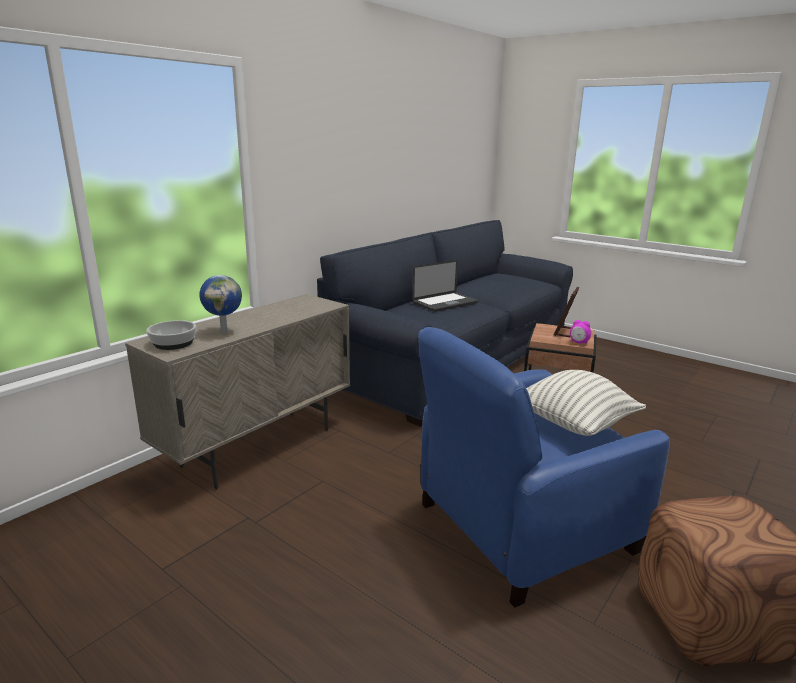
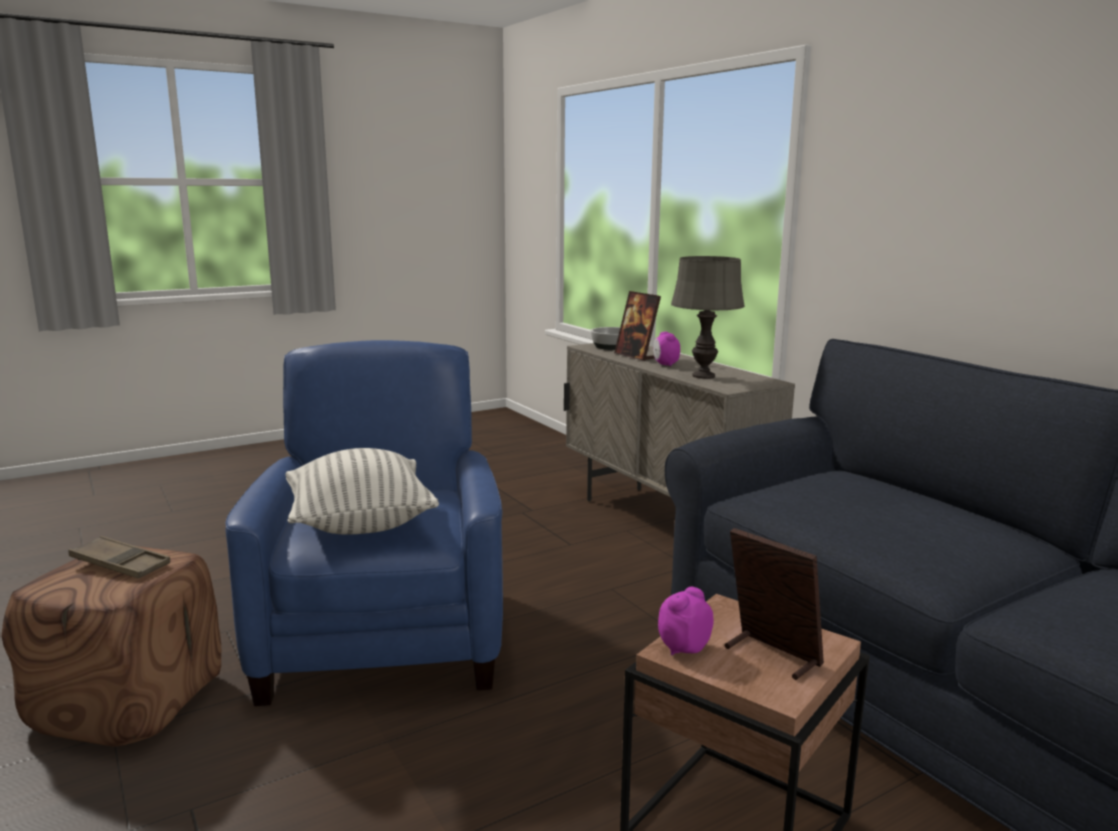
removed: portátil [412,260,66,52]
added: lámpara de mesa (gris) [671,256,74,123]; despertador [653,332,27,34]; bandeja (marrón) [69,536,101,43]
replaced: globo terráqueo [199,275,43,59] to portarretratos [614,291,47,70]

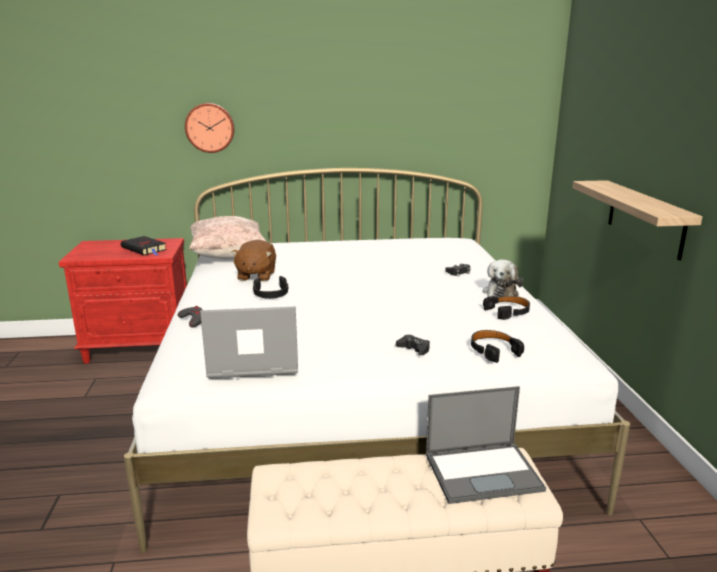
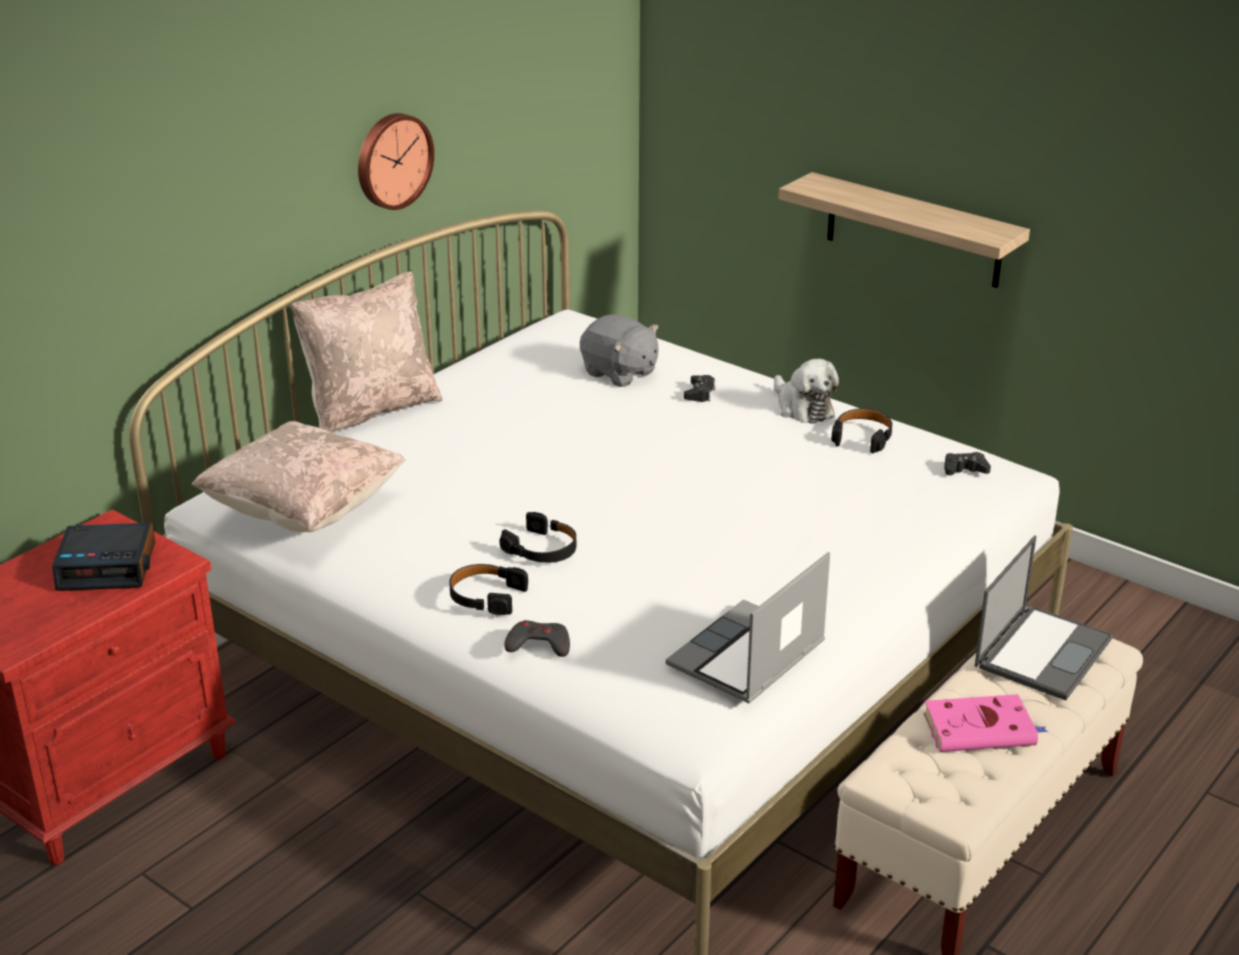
removed: peluche (marrón) [231,240,45,41]
added: cojín (beis) [290,271,153,162]; peluche (gris) [580,314,79,73]; libro (rosa) [923,694,125,58]
moved: reloj de pared [185,103,49,50] to [358,113,76,97]; auriculares (negro) [471,330,53,33] to [449,564,79,51]; mando de consola (negro) [396,335,34,20] to [944,452,47,23]
replaced: libro (negro) [121,236,46,20] to despertador [52,523,103,68]

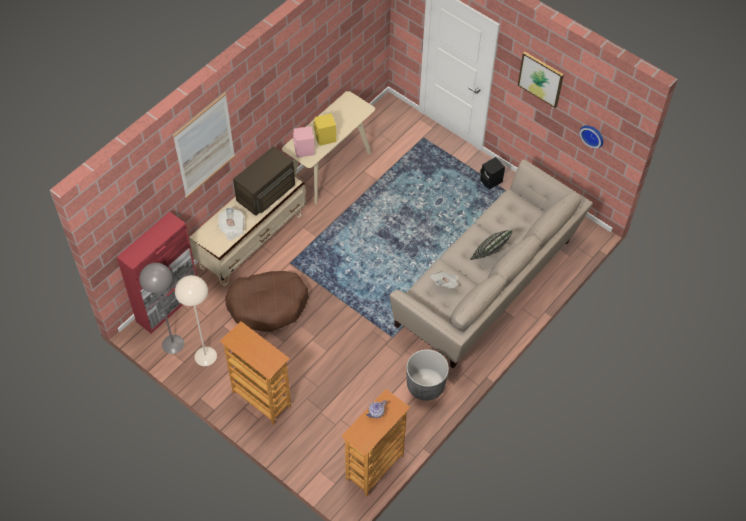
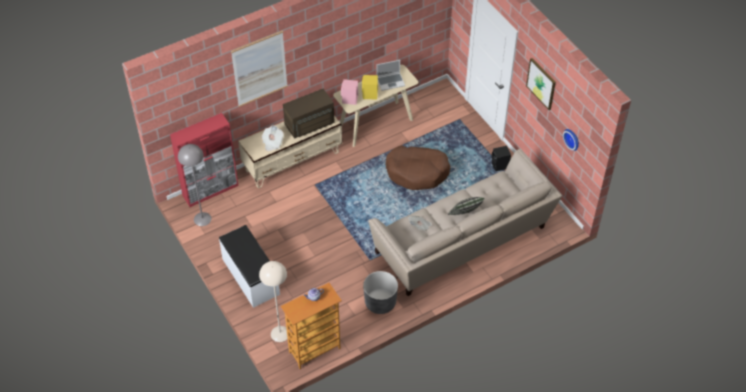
added: portátil [377,60,28,31]
moved: cama para perro (marrón) [225,271,84,61] to [385,145,66,45]; lámpara de pie (beis) [175,275,42,91] to [259,261,29,81]
replaced: estantería [220,321,71,104] to banco (blanco) [219,225,61,83]

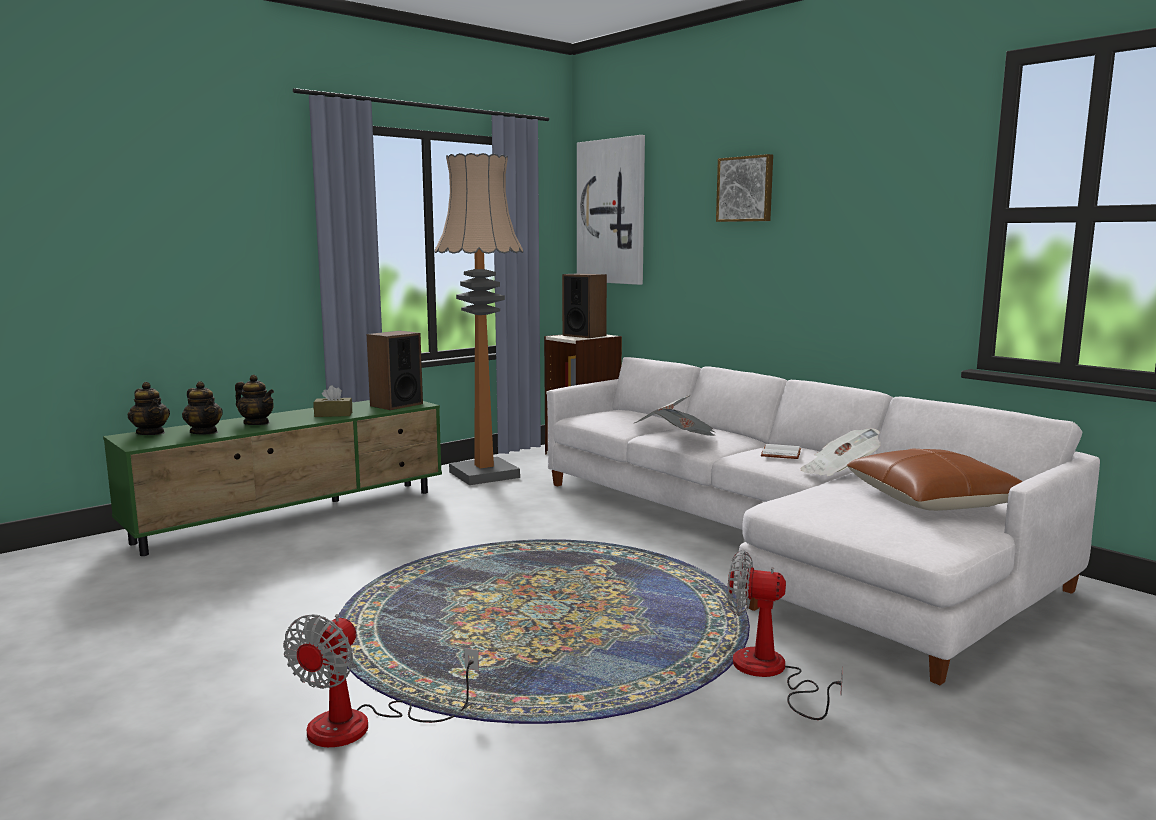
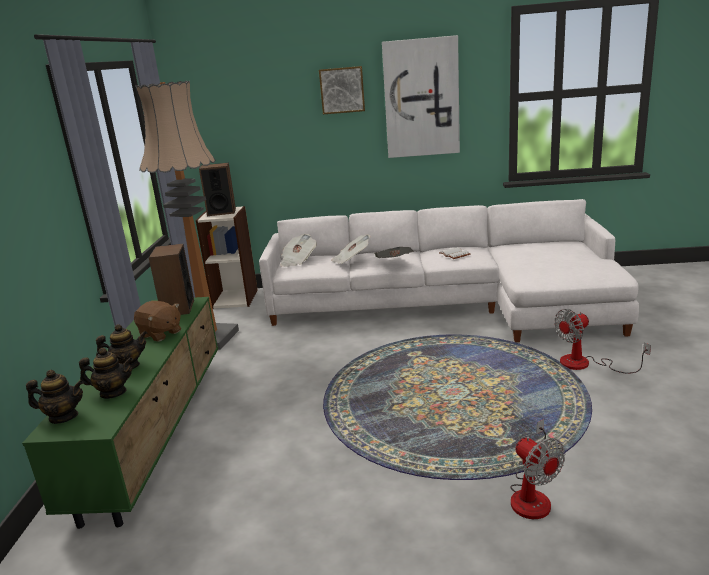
removed: cojín (marrón) [847,449,176,62]
moved: cuadro [577,135,68,150] to [382,35,78,123]; periódico [801,428,80,48] to [280,234,37,33]
replaced: caja de pañuelos (marrón) [313,385,39,32] to peluche (marrón) [134,301,47,41]

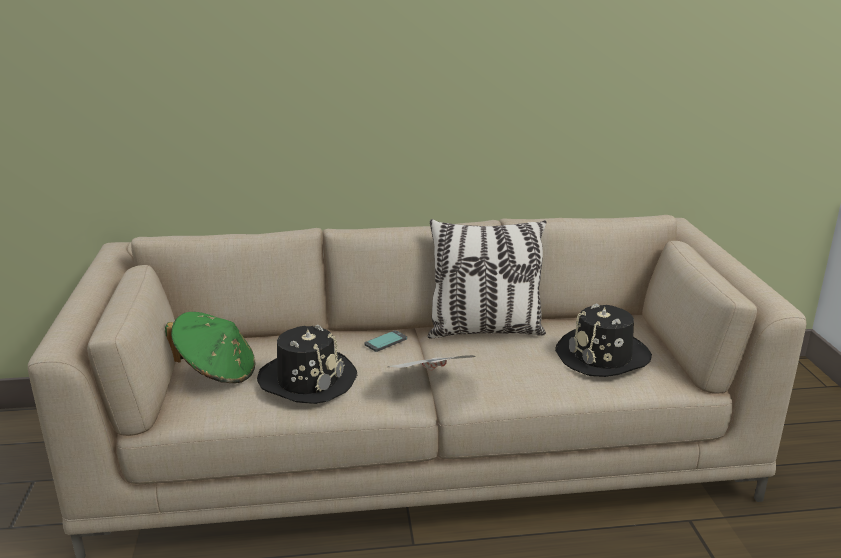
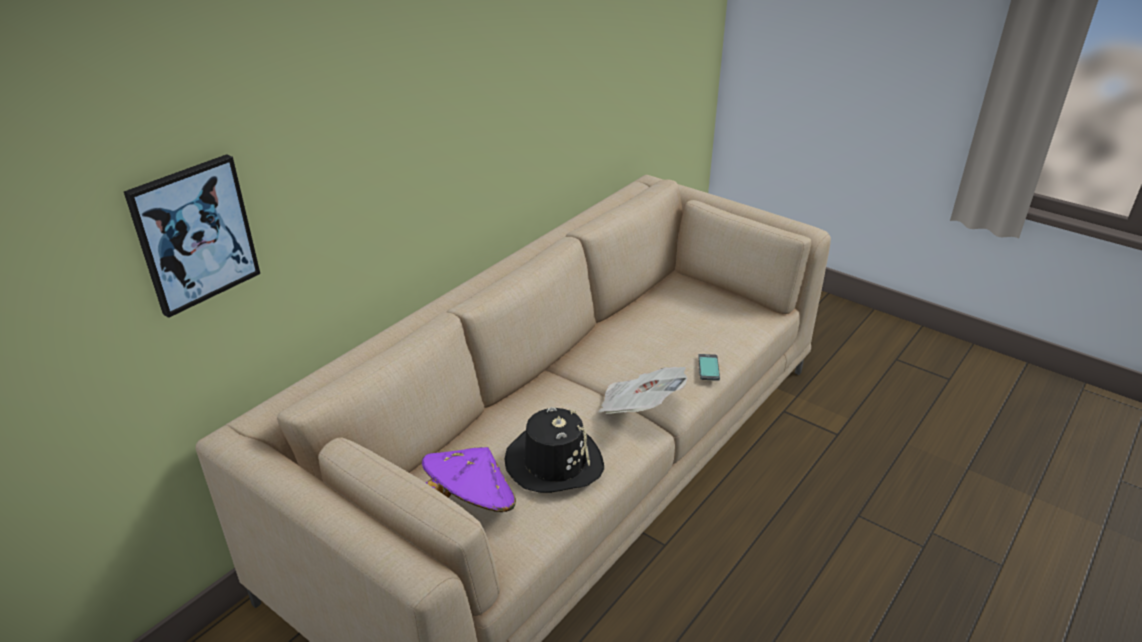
removed: cojín [427,219,119,119]; sombrero (negro) [555,303,97,74]
added: cuadro [124,154,136,164]
moved: móvil [365,330,42,22] to [698,354,22,27]
recoloured: sombrero (verde) [165,312,90,71] to sombrero (morado) [422,447,94,65]

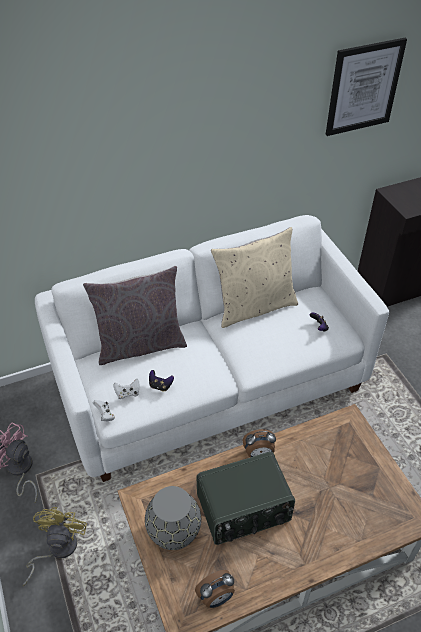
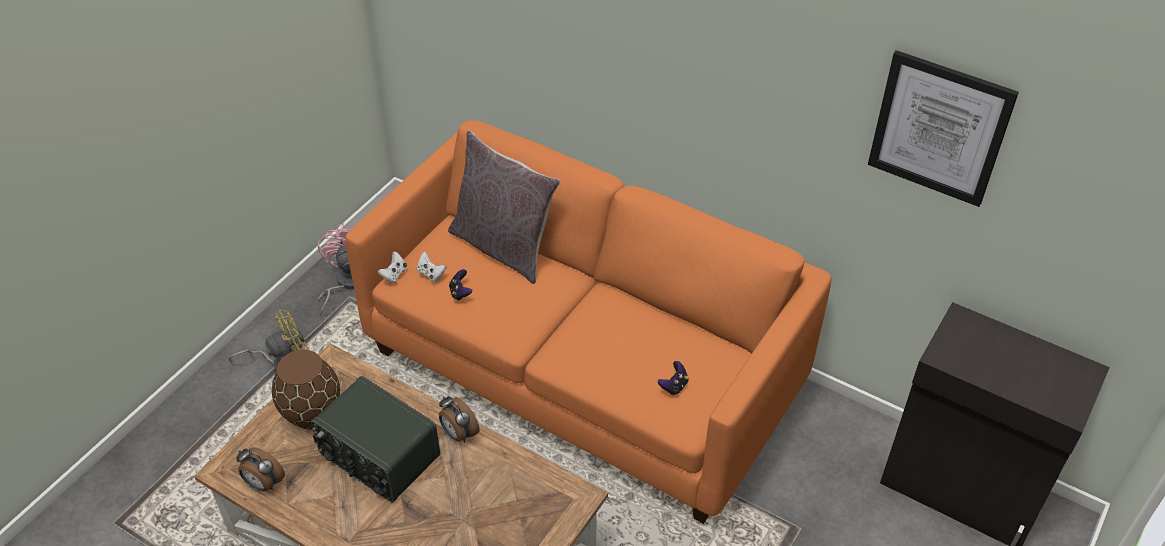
removed: cojín (beis) [211,227,87,101]
recoloured: sofá (blanco) [35,215,354,267] to sofá (naranja) [345,120,486,404]; florero (gris) [145,486,56,64] to florero (marrón) [272,349,68,80]

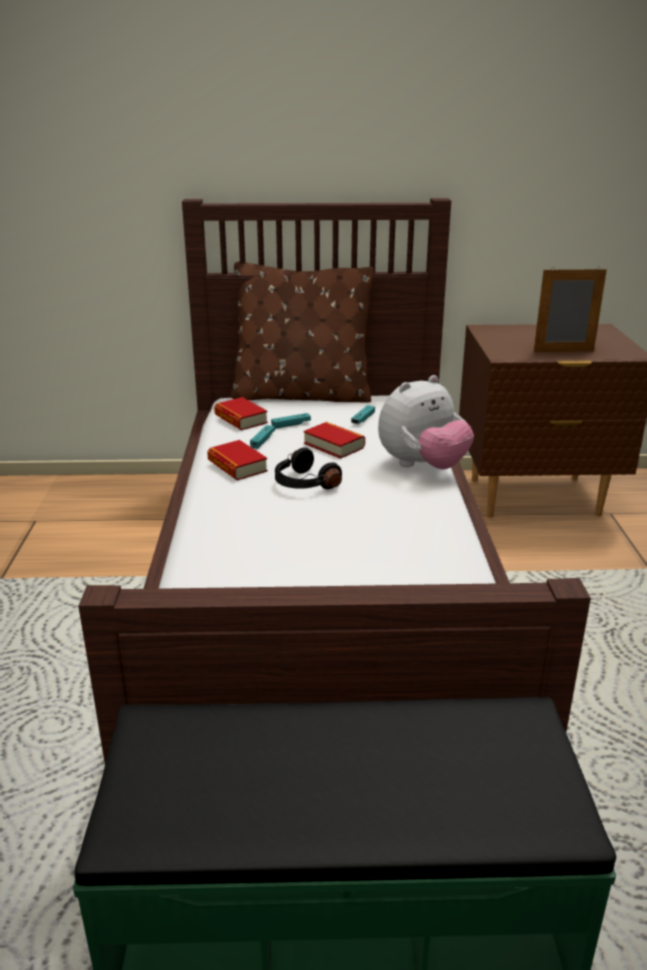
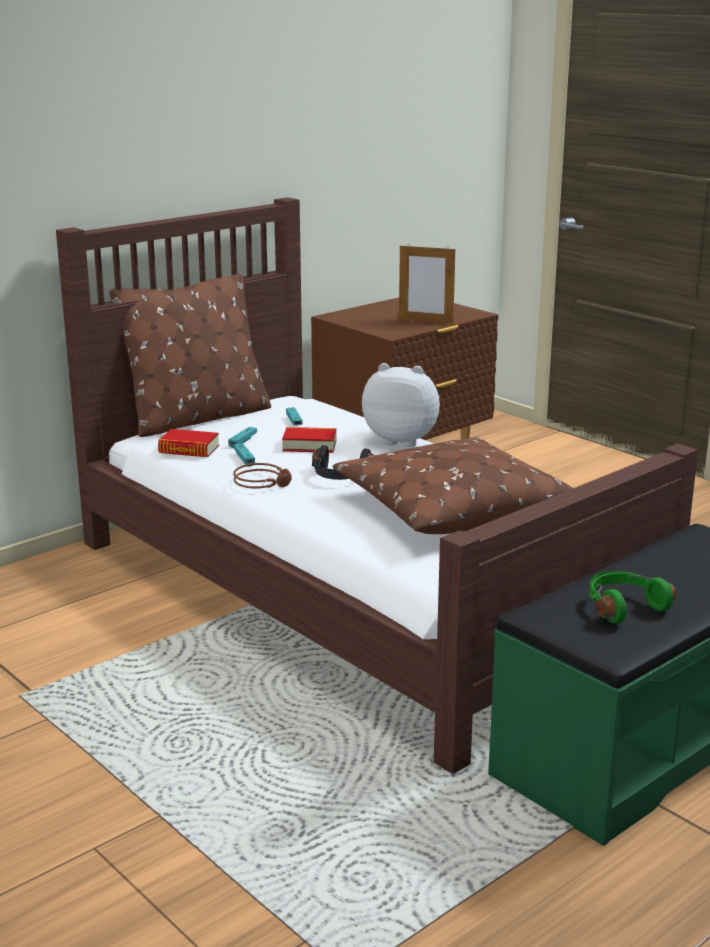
added: cojín (marrón) [333,437,240,97]; auriculares (verde) [589,571,87,53]
replaced: libro [207,440,61,40] to auriculares (marrón) [233,463,59,26]
turned: portarretratos [534,267,73,85] = [399,243,56,81] 120 degrees counterclockwise; peluche [378,375,96,95] = [362,363,78,84] 90 degrees counterclockwise

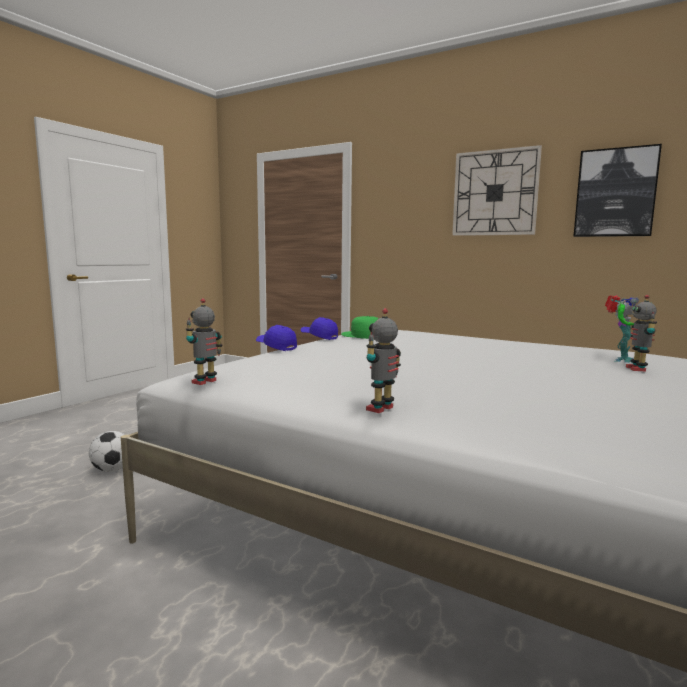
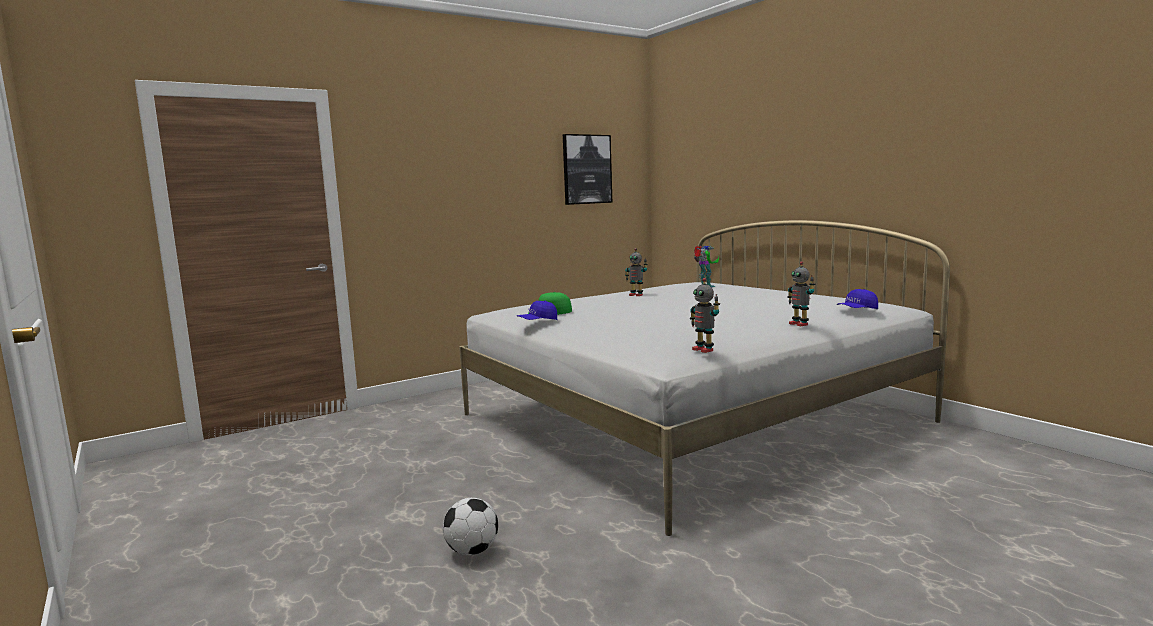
removed: reloj de pared [452,145,90,91]
moved: robot de juguete [626,295,31,76] to [625,248,22,48]; gorra (azul) [256,325,41,26] to [837,289,41,20]

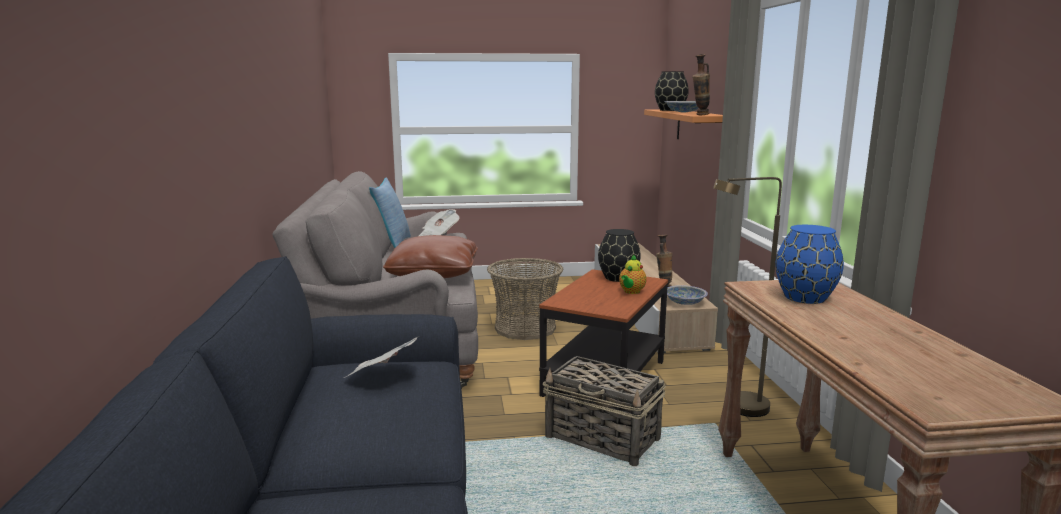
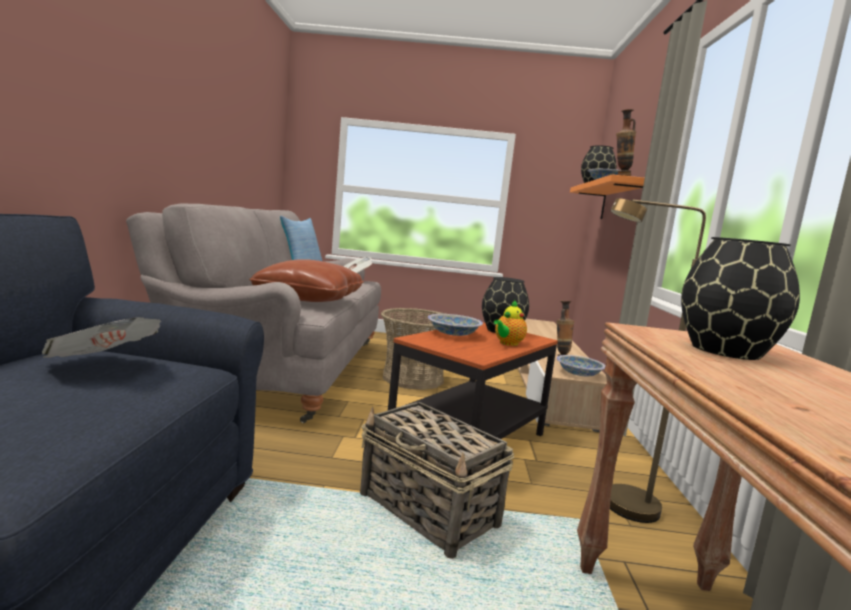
added: cuenco [428,314,55,22]
recoloured: florero (azul) [775,225,69,79] to florero (negro) [681,237,119,123]

